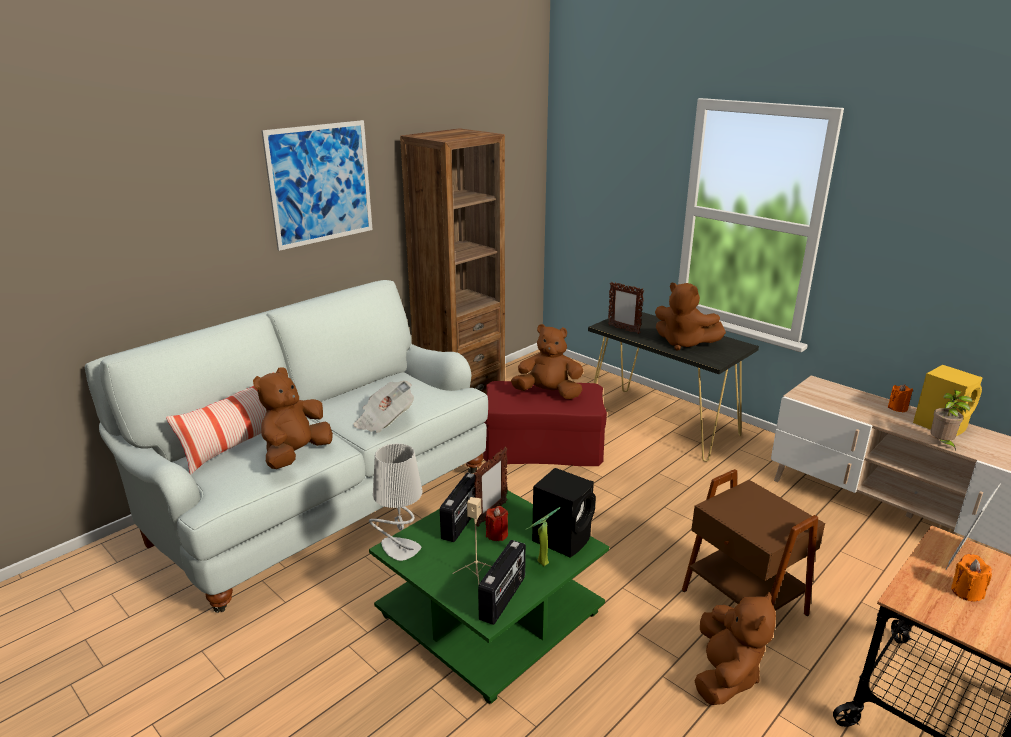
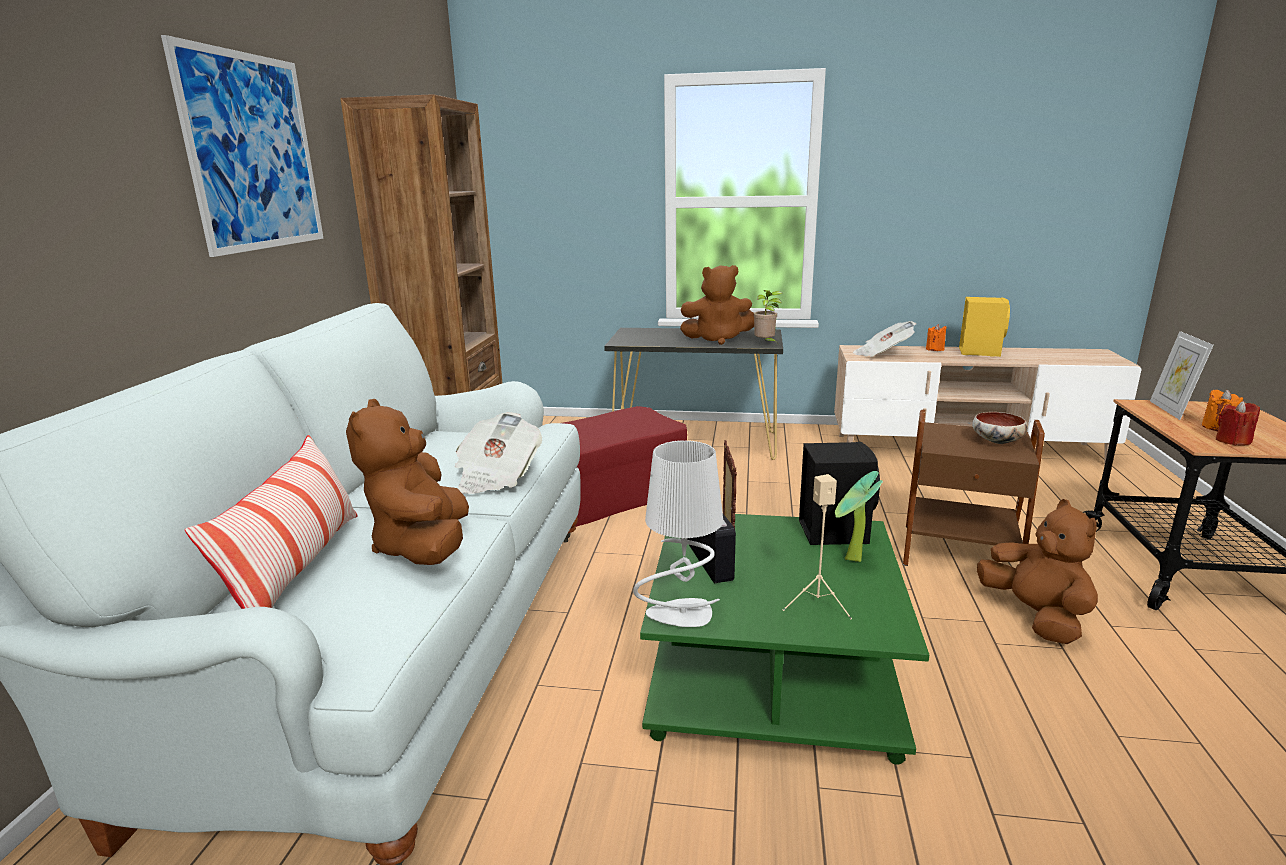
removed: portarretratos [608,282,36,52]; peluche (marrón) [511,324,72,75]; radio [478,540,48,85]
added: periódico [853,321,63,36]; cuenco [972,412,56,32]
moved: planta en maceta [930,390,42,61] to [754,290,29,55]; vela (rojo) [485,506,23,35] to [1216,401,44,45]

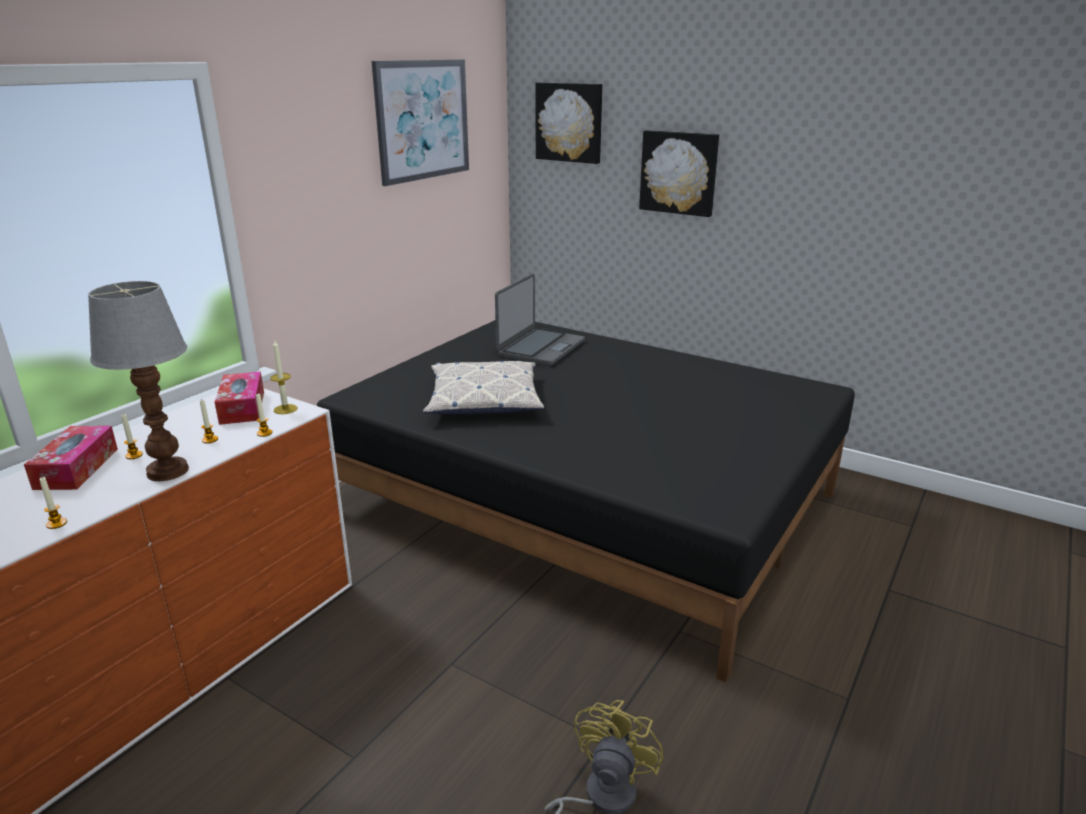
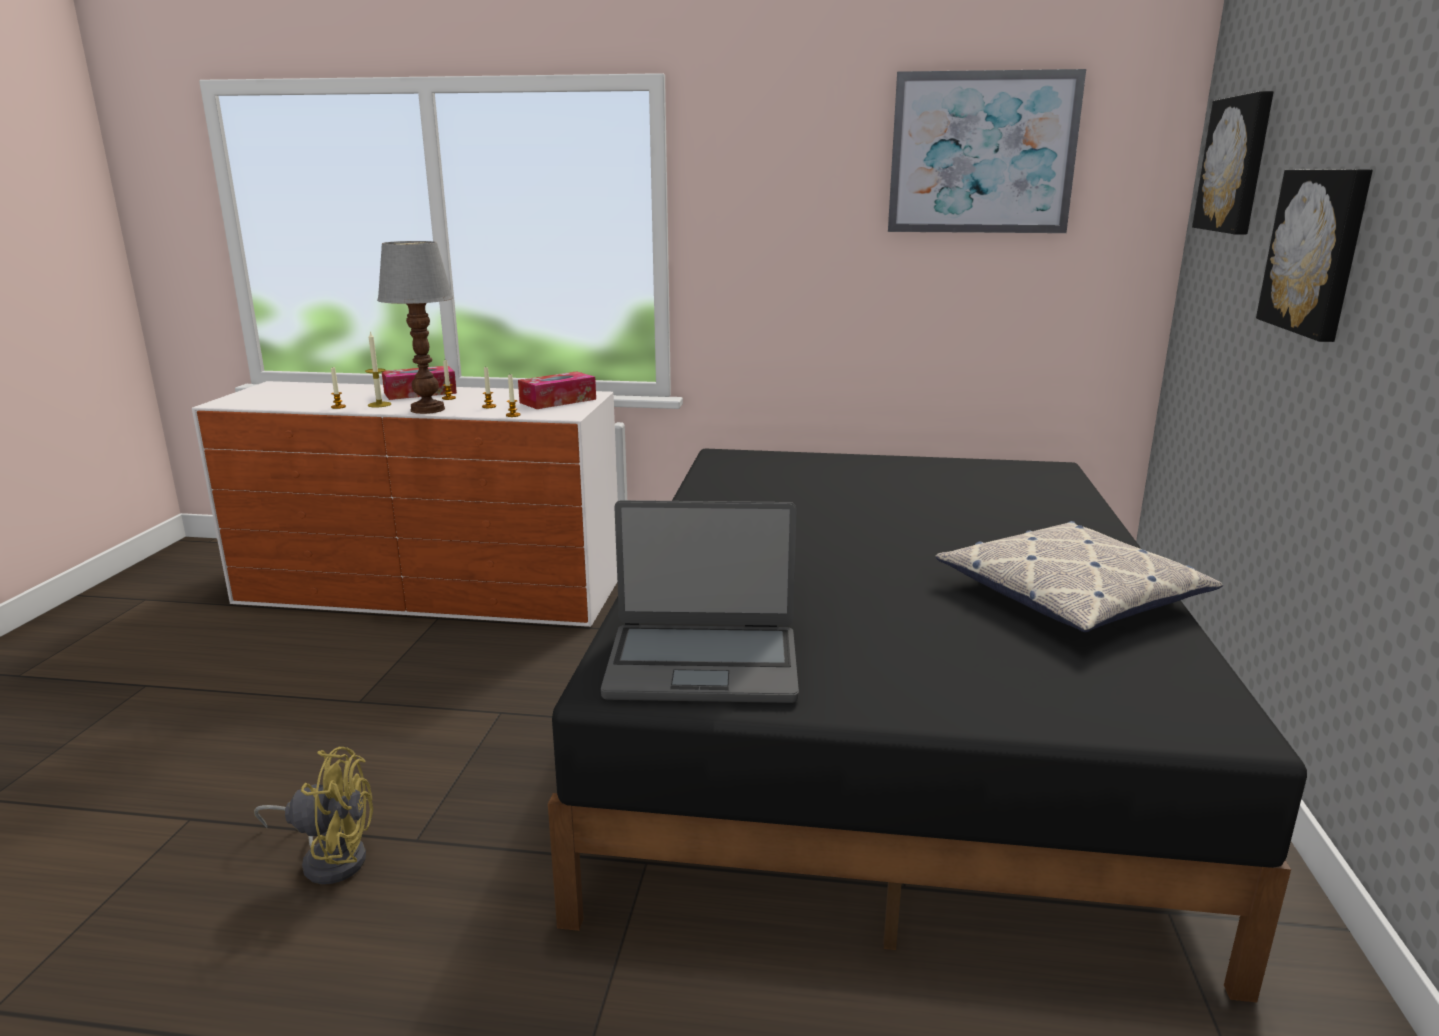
moved: portátil [495,273,90,93] to [601,500,198,203]; vela [270,340,27,74] to [365,331,26,77]; cojín [423,361,121,53] to [935,521,288,111]

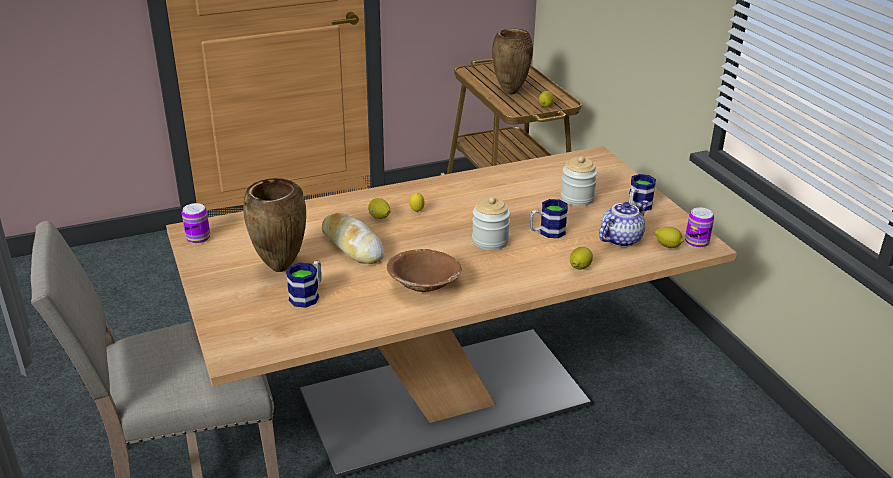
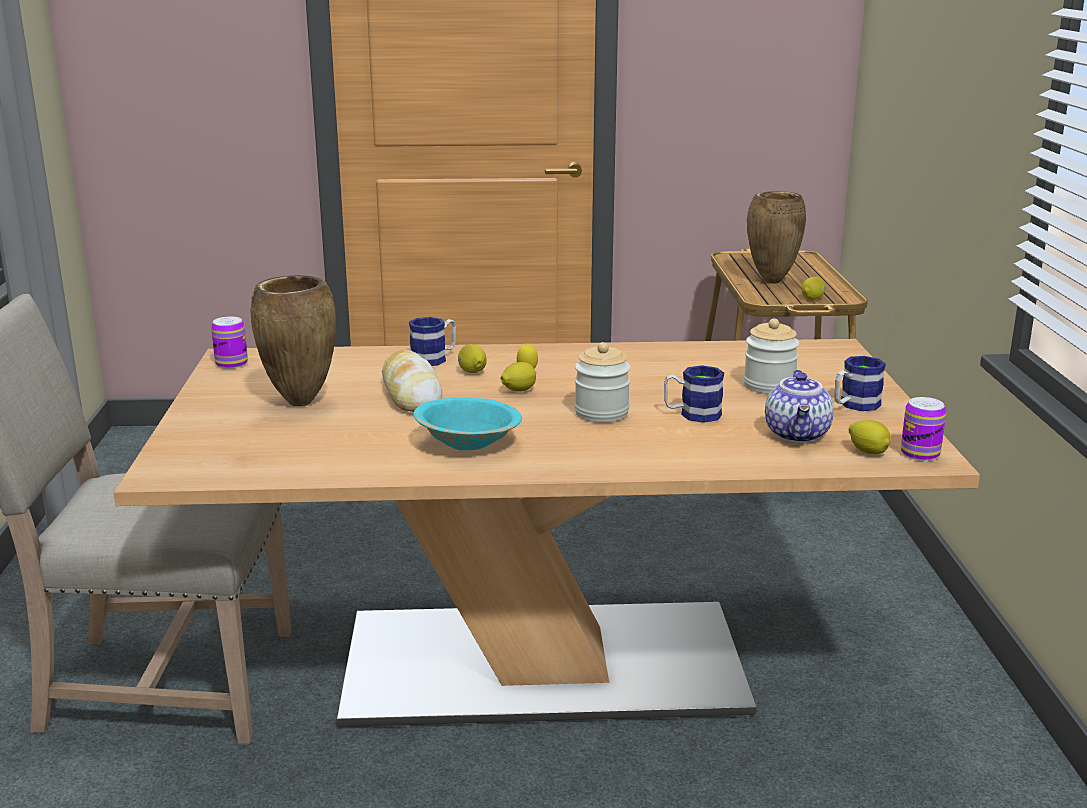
moved: limón [570,247,23,23] to [501,362,35,30]; taza grande [286,261,36,47] to [409,317,47,49]
recoloured: cuenco (marrón) [387,249,74,43] to cuenco (turquesa) [413,397,109,53]
turned: tetera [599,200,49,47] = [765,370,69,73] 120 degrees clockwise

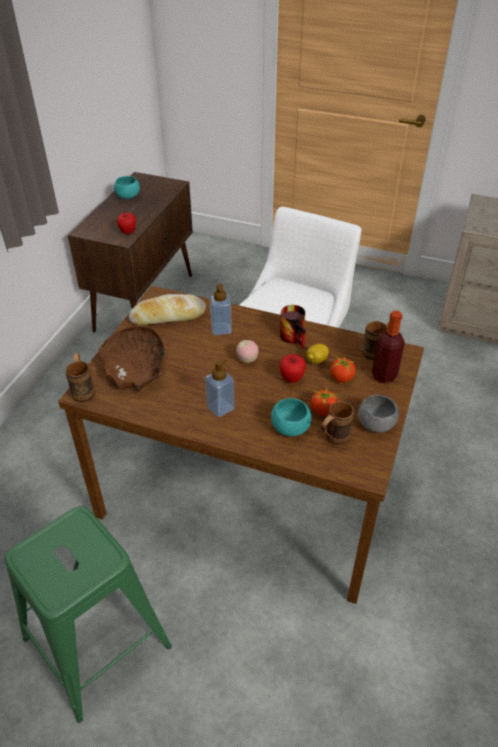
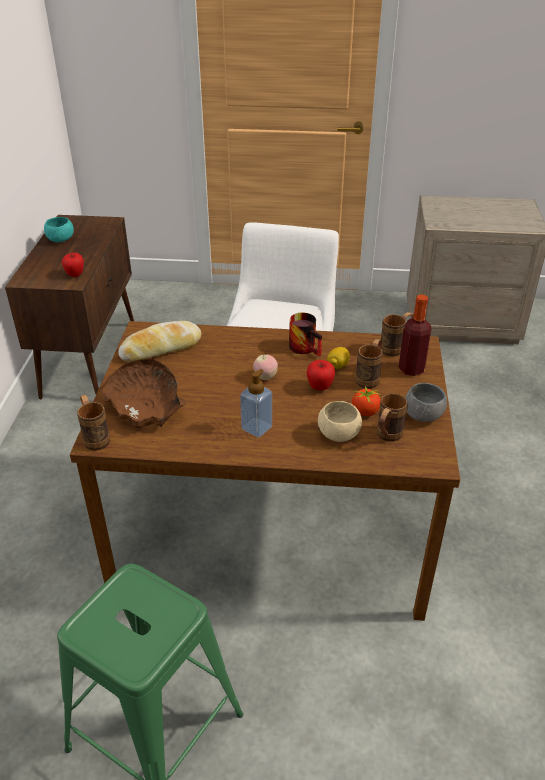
removed: dispensador de jabón [210,284,22,51]
replaced: tomate [330,353,26,30] to taza grande (marrón) [355,338,28,51]
recoloured: cuenco (turquesa) [271,398,40,39] to cuenco (beis) [318,401,44,41]

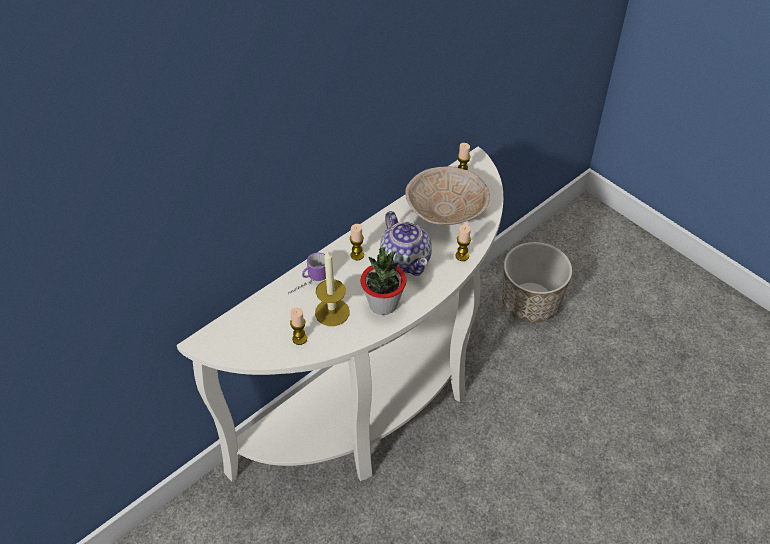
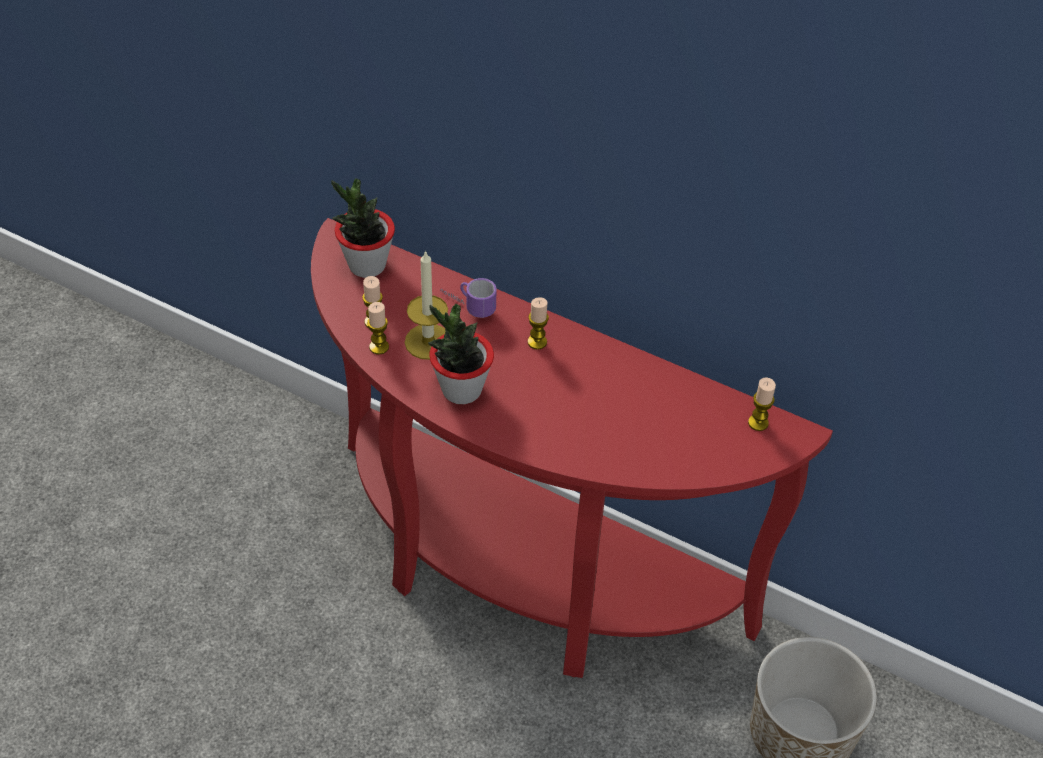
removed: cuenco (beis) [405,166,85,59]; tetera [380,211,52,65]
added: planta en maceta [331,178,64,100]
moved: vela [455,224,16,37] to [367,302,22,52]
recoloured: mesa consola (blanco) [177,147,326,335] to mesa consola (rojo) [311,218,522,460]

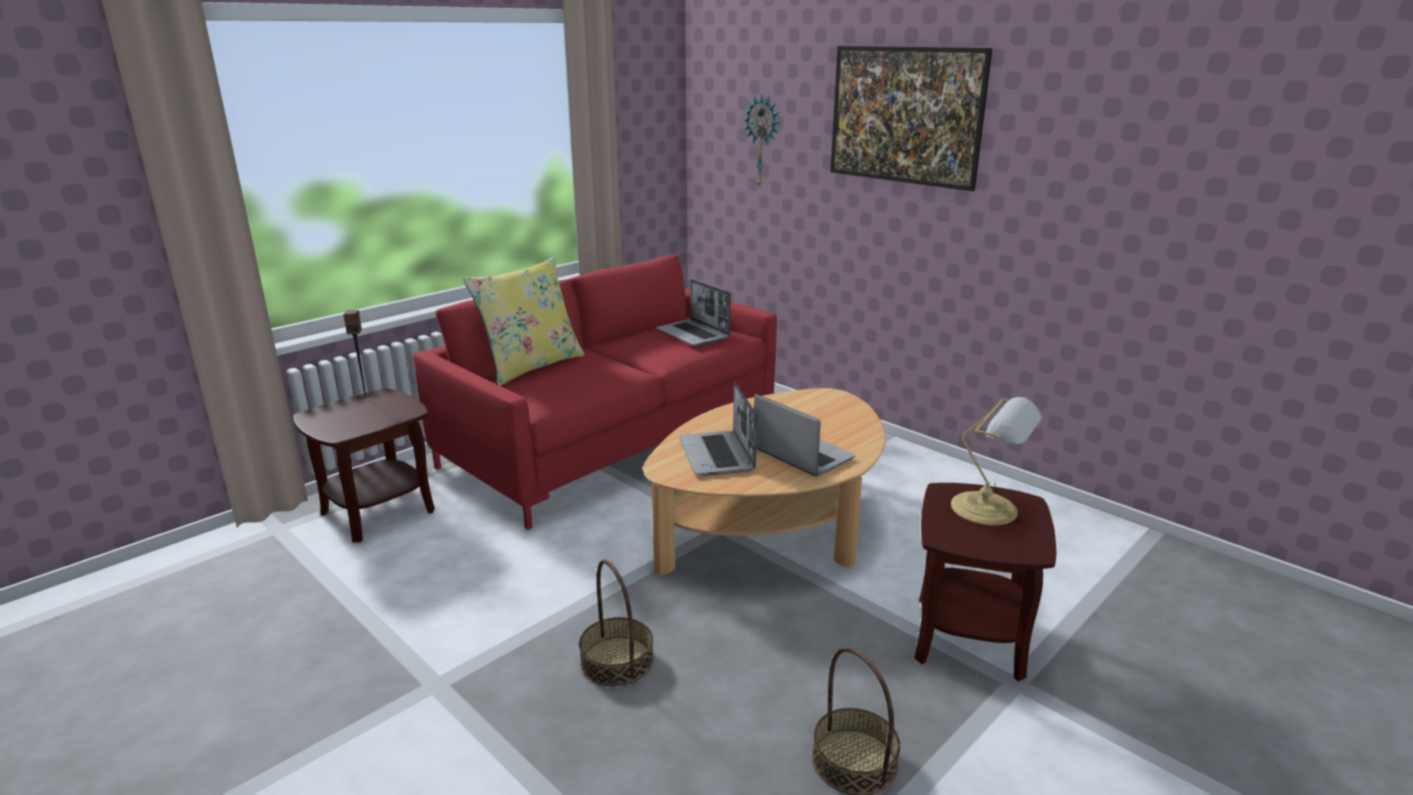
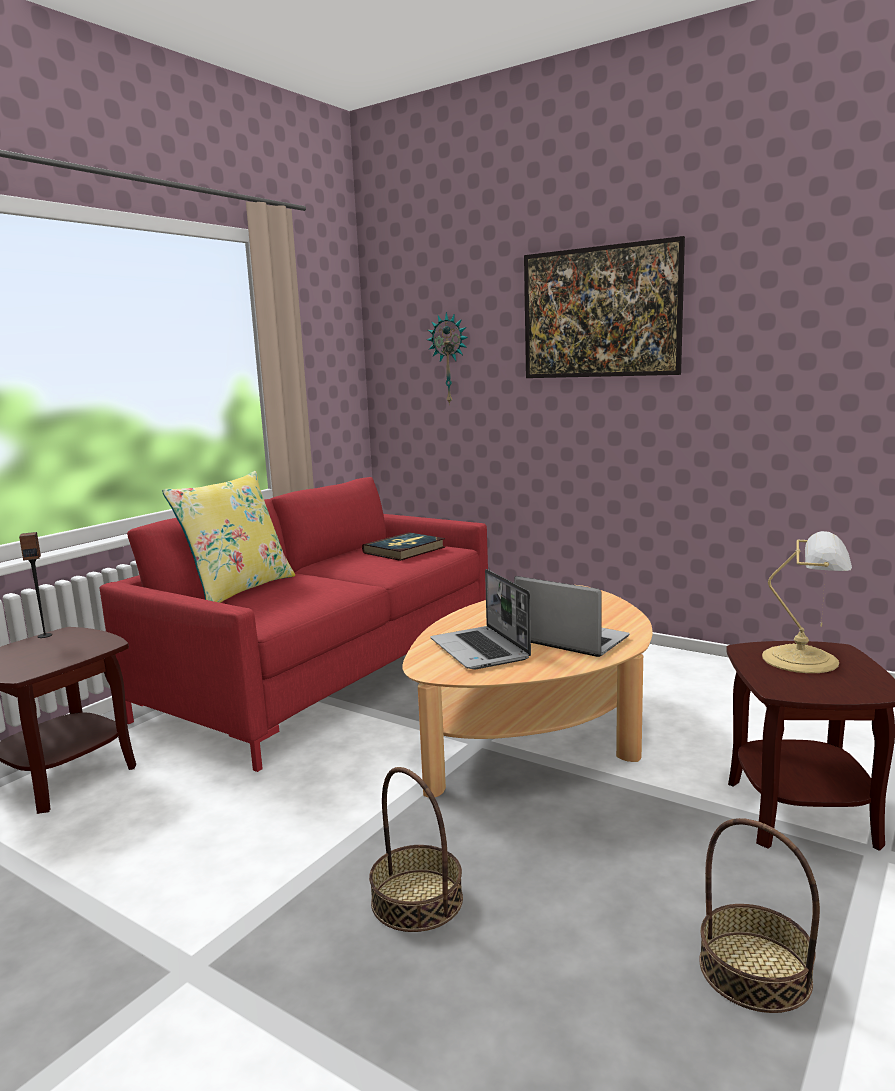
replaced: portátil [656,279,75,67] to libro [362,532,83,29]

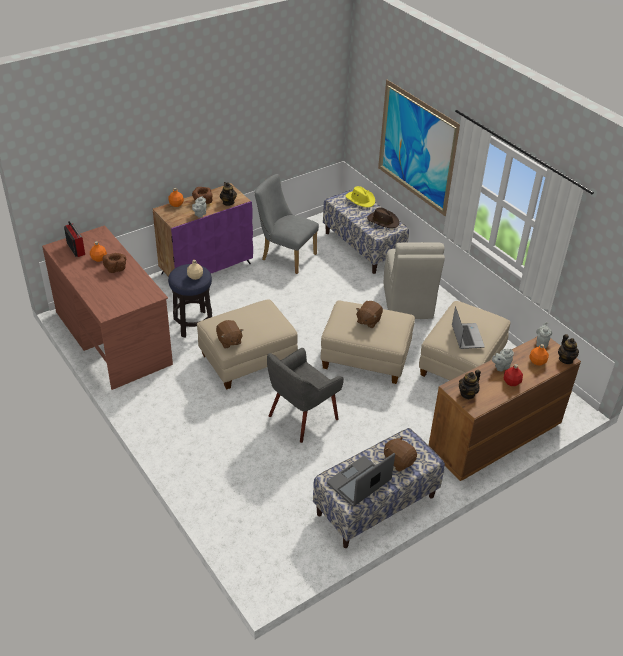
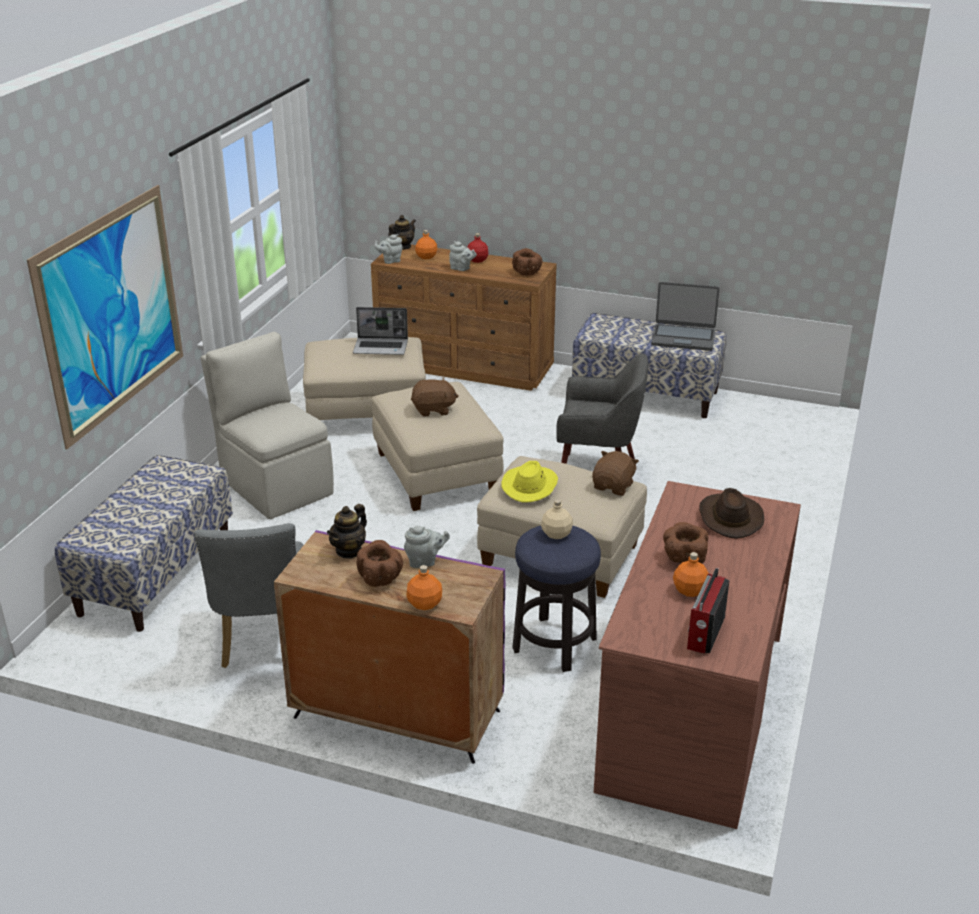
removed: peluche (marrón) [384,436,33,35]
moved: sombrero (amarillo) [346,186,29,21] to [501,461,57,42]; sombrero (marrón) [367,208,33,20] to [700,488,64,51]
replaced: tetera [459,370,22,29] to cuenco (marrón) [512,248,31,28]
turned: silla (beis) [384,242,61,77] = [201,332,133,187] 90 degrees counterclockwise; portátil [452,306,33,43] = [353,307,55,48] 135 degrees counterclockwise

